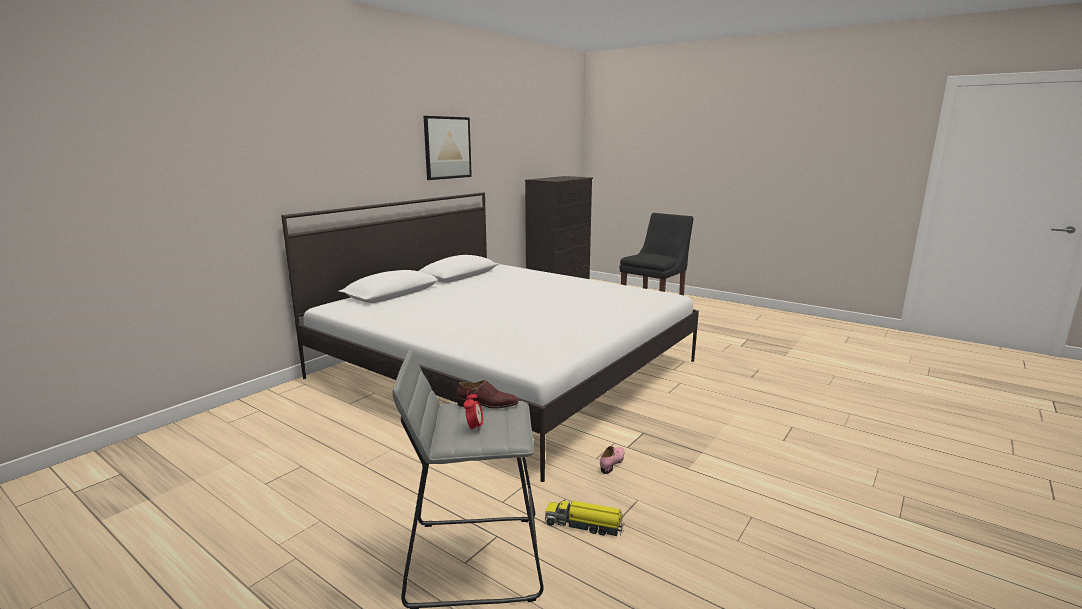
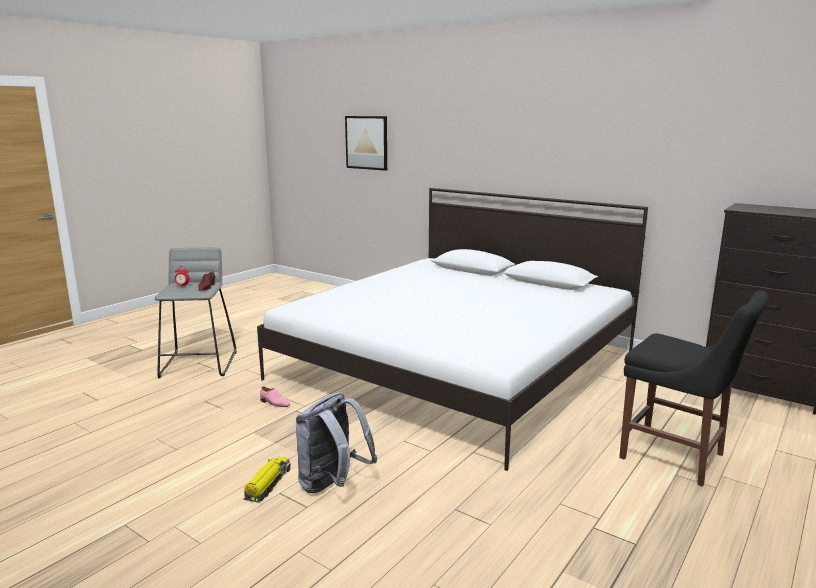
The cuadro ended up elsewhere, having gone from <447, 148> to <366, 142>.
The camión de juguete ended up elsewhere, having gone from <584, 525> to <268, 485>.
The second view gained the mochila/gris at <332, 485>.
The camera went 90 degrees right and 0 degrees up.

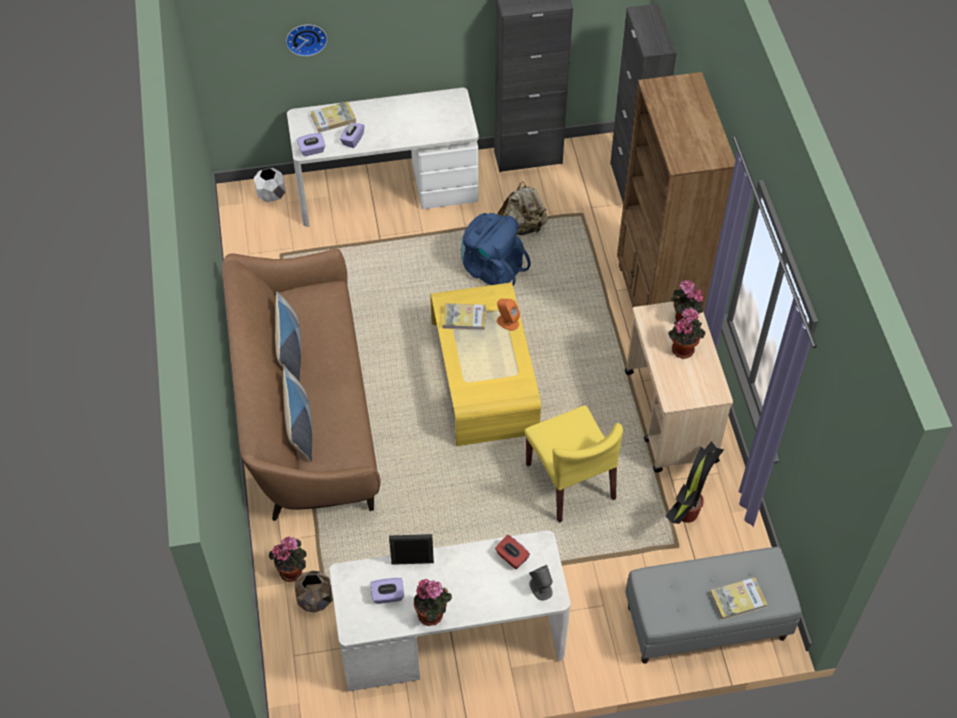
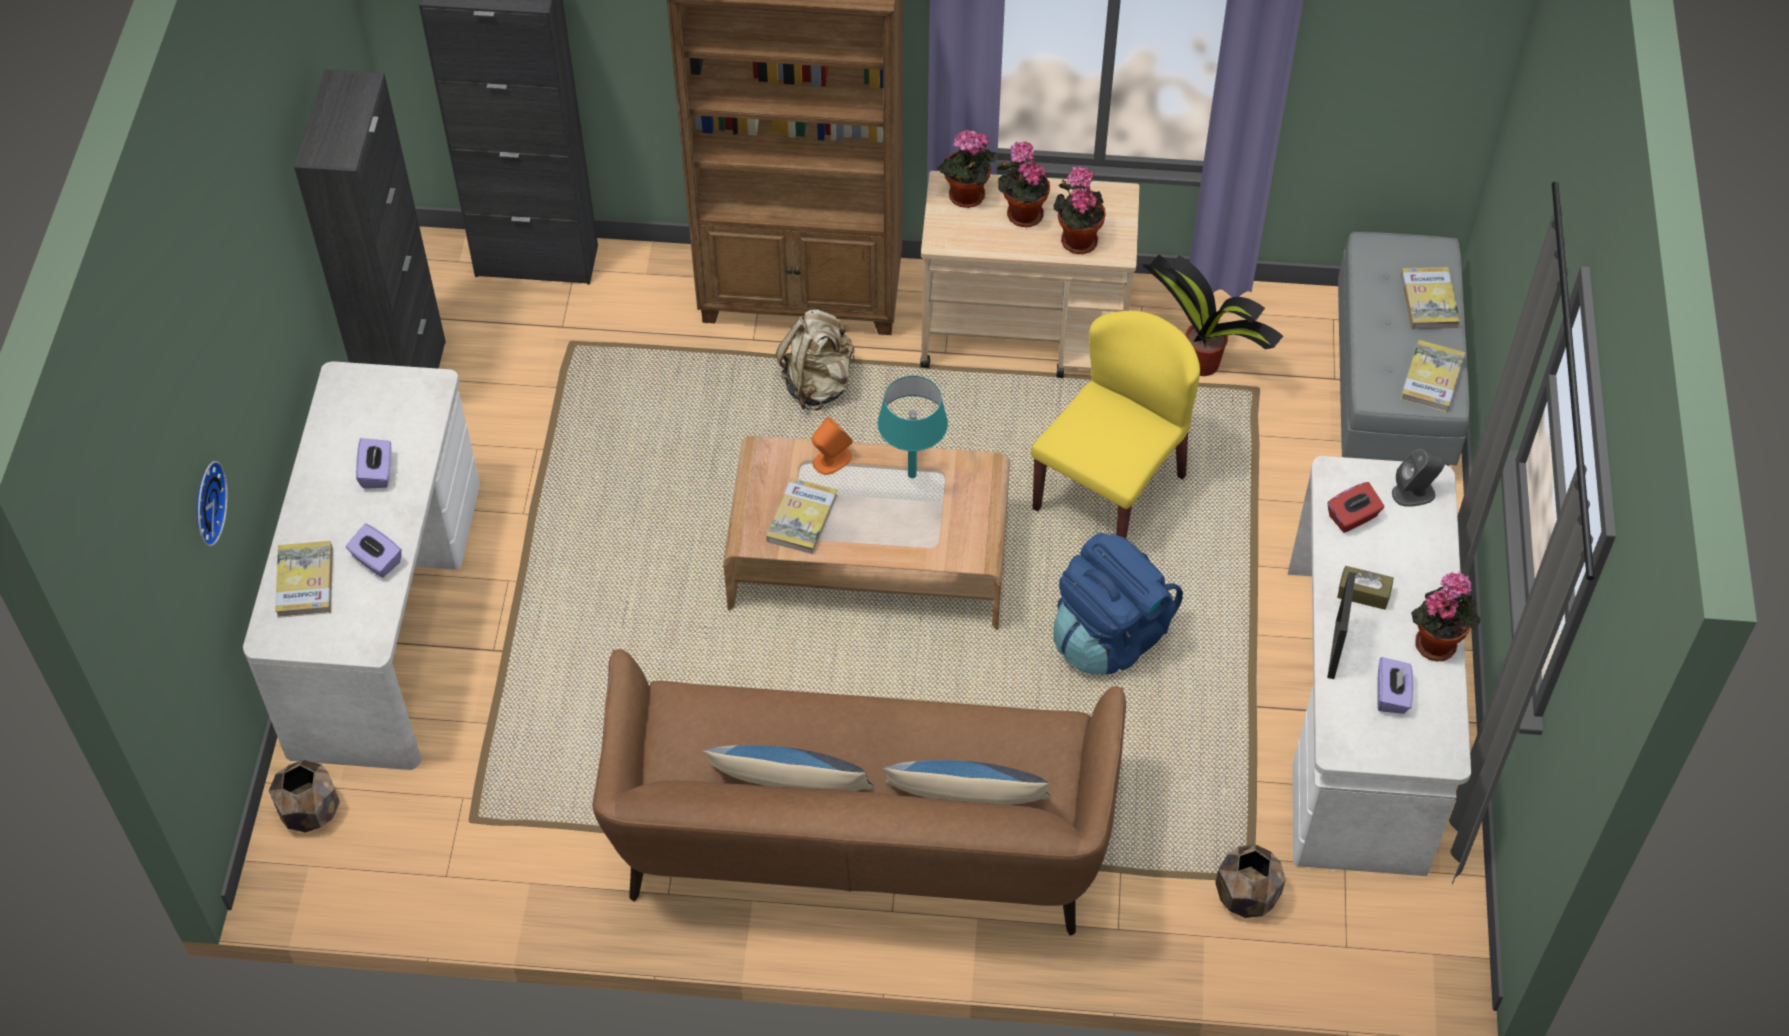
What was the maceta/blanco at <271, 195> turned into the maceta/marrón at <310, 811>.
The planta en maceta ended up elsewhere, having gone from <292, 570> to <1077, 239>.
The caja de pañuelos/morado ended up elsewhere, having gone from <312, 150> to <377, 473>.
What was the mesa de centro/amarillo at <484, 377> turned into the mesa de centro/marrón at <869, 560>.
The mochila/azul ended up elsewhere, having gone from <491, 268> to <1109, 637>.
The mochila/beis ended up elsewhere, having gone from <522, 226> to <818, 384>.
The silla/amarillo at <570, 482> ended up facing another way, 45 degrees counterclockwise from before.
The second view gained the lámpara de mesa/turquesa at <912, 474>.
The second view gained the caja de pañuelos/marrón at <1363, 593>.
The second view gained the libro at <1432, 379>.
The camera went 75 degrees left and 0 degrees up.

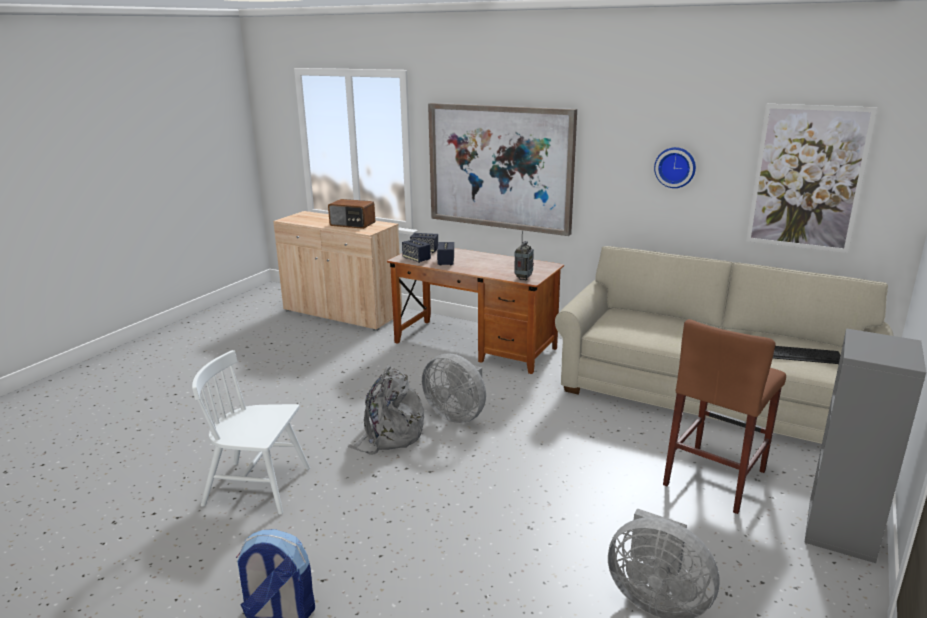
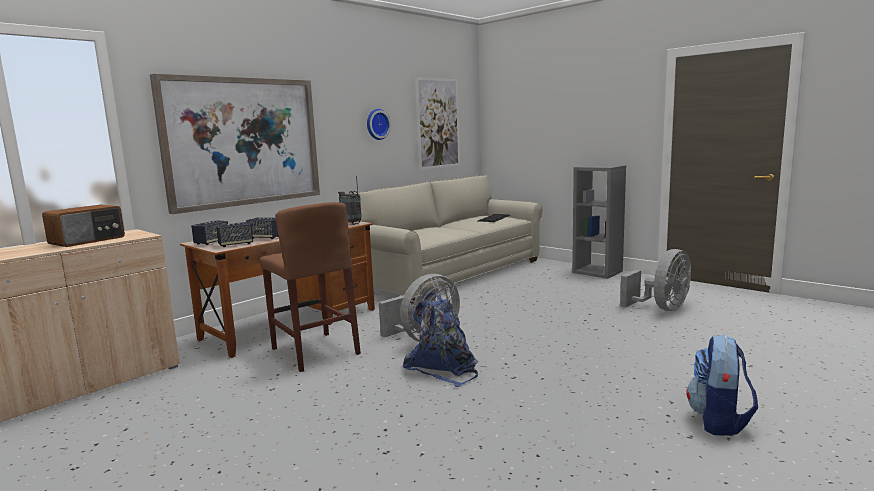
The second view lost the silla/blanco at <258, 487>.
What was the mochila/gris at <389, 435> turned into the mochila/azul at <444, 368>.
The taburete/marrón ended up elsewhere, having gone from <715, 478> to <315, 351>.
The camera went 75 degrees left and 10 degrees down.

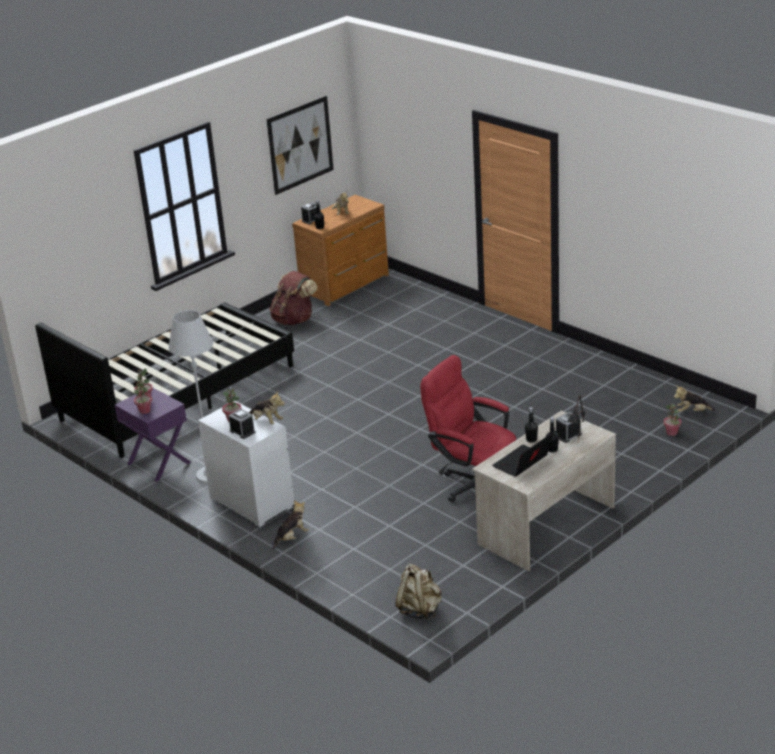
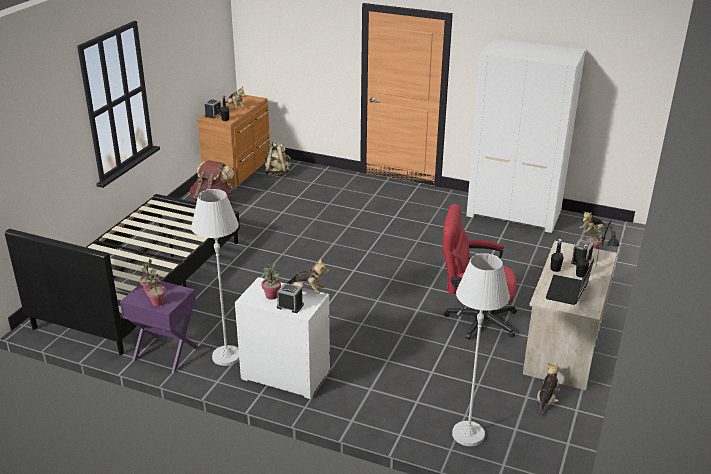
The second view lost the cuadro at <300, 145>.
The peluche ended up elsewhere, having gone from <292, 538> to <547, 400>.
The mochila/beis ended up elsewhere, having gone from <420, 609> to <277, 173>.
The second view gained the lámpara de pie/blanco at <468, 434>.
The second view gained the armario ropero/blanco at <515, 213>.
The camera went 25 degrees left and 0 degrees up.

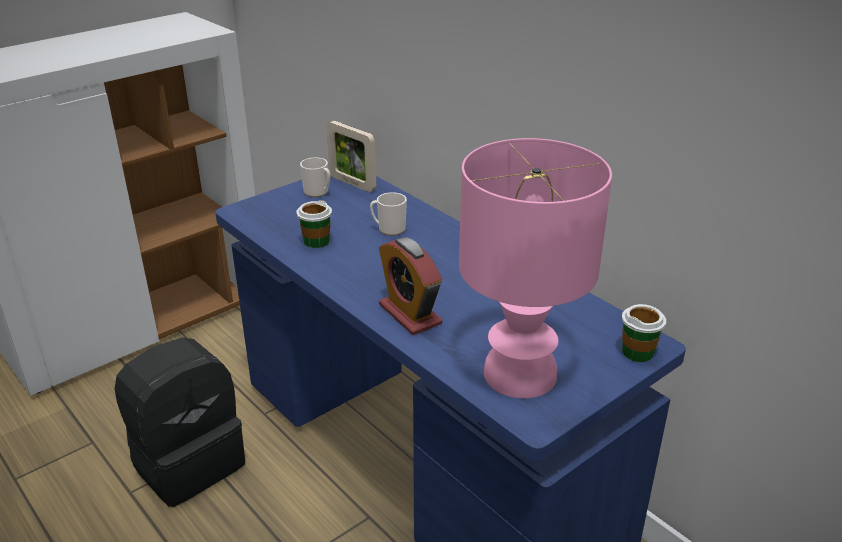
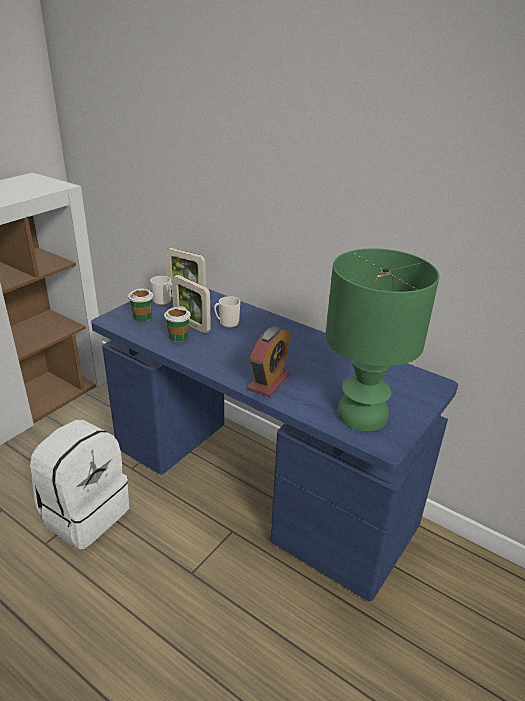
What was the mochila/negro at <188, 462> turned into the mochila/blanco at <85, 513>.
The despertador at <410, 314> ended up facing another way, 105 degrees counterclockwise from before.
What was the lámpara de mesa/rosa at <518, 373> turned into the lámpara de mesa/verde at <361, 414>.
The taza ended up elsewhere, having gone from <638, 352> to <142, 317>.
The second view gained the portarretratos at <191, 325>.
The camera went 15 degrees left and 0 degrees up.

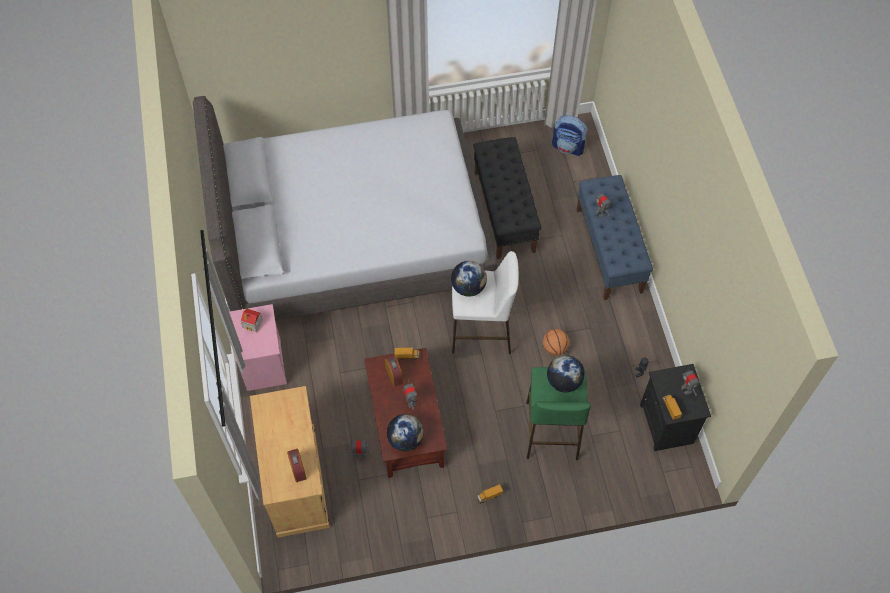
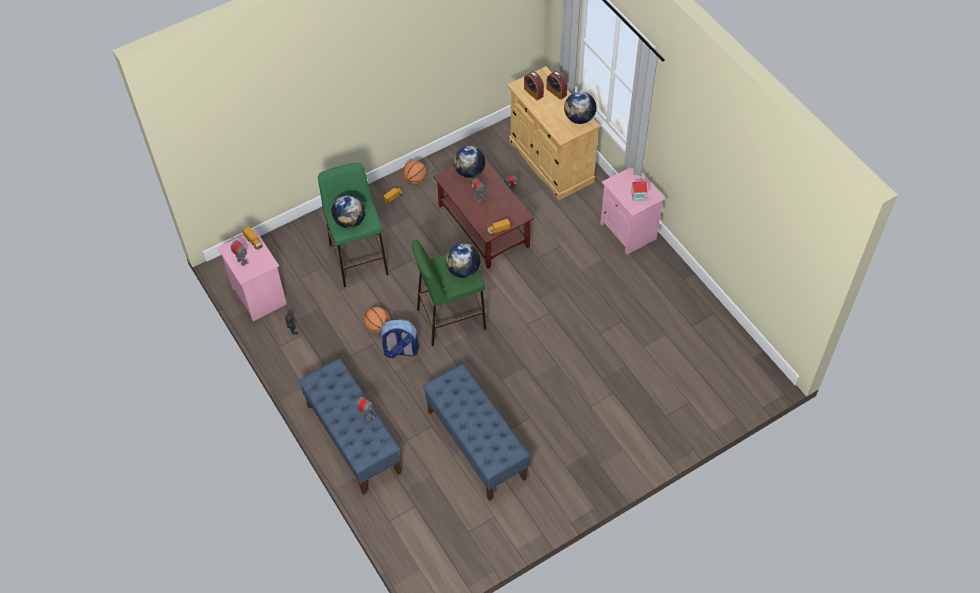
The second view lost the cama/gris at <353, 237>.
The despertador ended up elsewhere, having gone from <394, 375> to <556, 92>.
What was the taburete/blanco at <482, 332> turned into the taburete/verde at <450, 319>.
What was the banco/negro at <504, 211> turned into the banco/azul at <476, 445>.
The mochila ended up elsewhere, having gone from <568, 147> to <400, 350>.
What was the mesita de noche/negro at <667, 424> turned into the mesita de noche/rosa at <258, 296>.
The second view gained the balón de baloncesto at <415, 180>.
The second view gained the globo terráqueo at <579, 118>.
The camera went 160 degrees right and 5 degrees down.

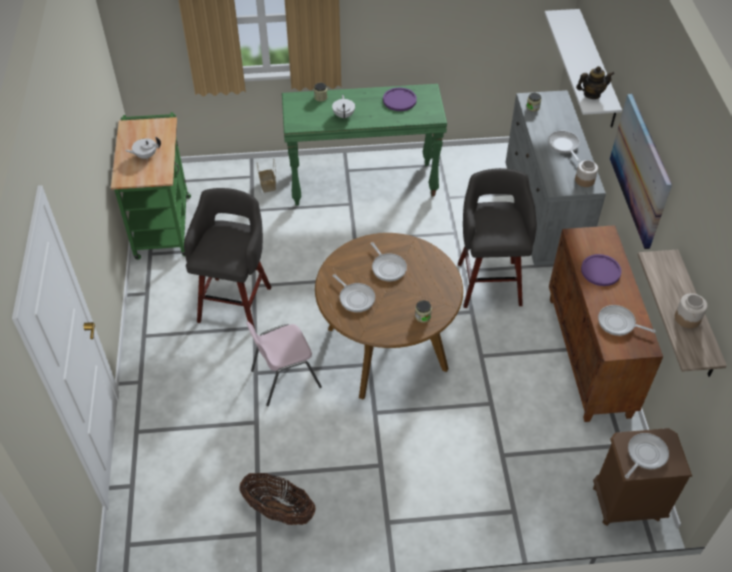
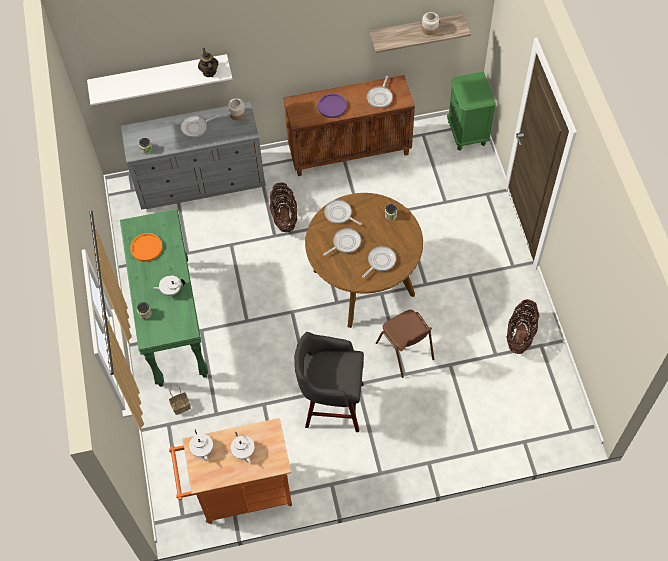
What was the carrito/verde at <163, 222> turned into the carrito/naranja at <239, 493>.
What was the silla/rosa at <284, 378> turned into the silla/marrón at <405, 351>.
What was the plato/morado at <399, 100> turned into the plato/naranja at <146, 247>.
Where the taburete/gris stood at <489, 282>, the cesta came to stand at <284, 217>.
What was the mesita de noche/marrón at <626, 504> turned into the mesita de noche/verde at <467, 133>.
The second view lost the cuadro at <641, 170>.
The sartén ended up elsewhere, having gone from <645, 455> to <339, 214>.
The second view gained the tetera/blanco at <202, 450>.
The camera went 95 degrees left and 10 degrees up.

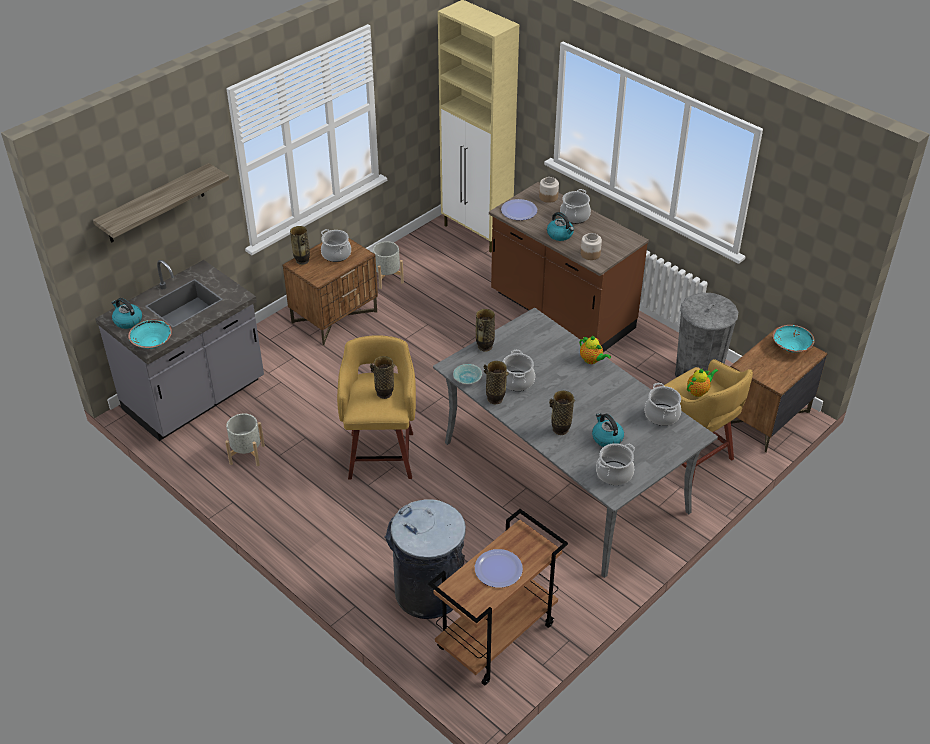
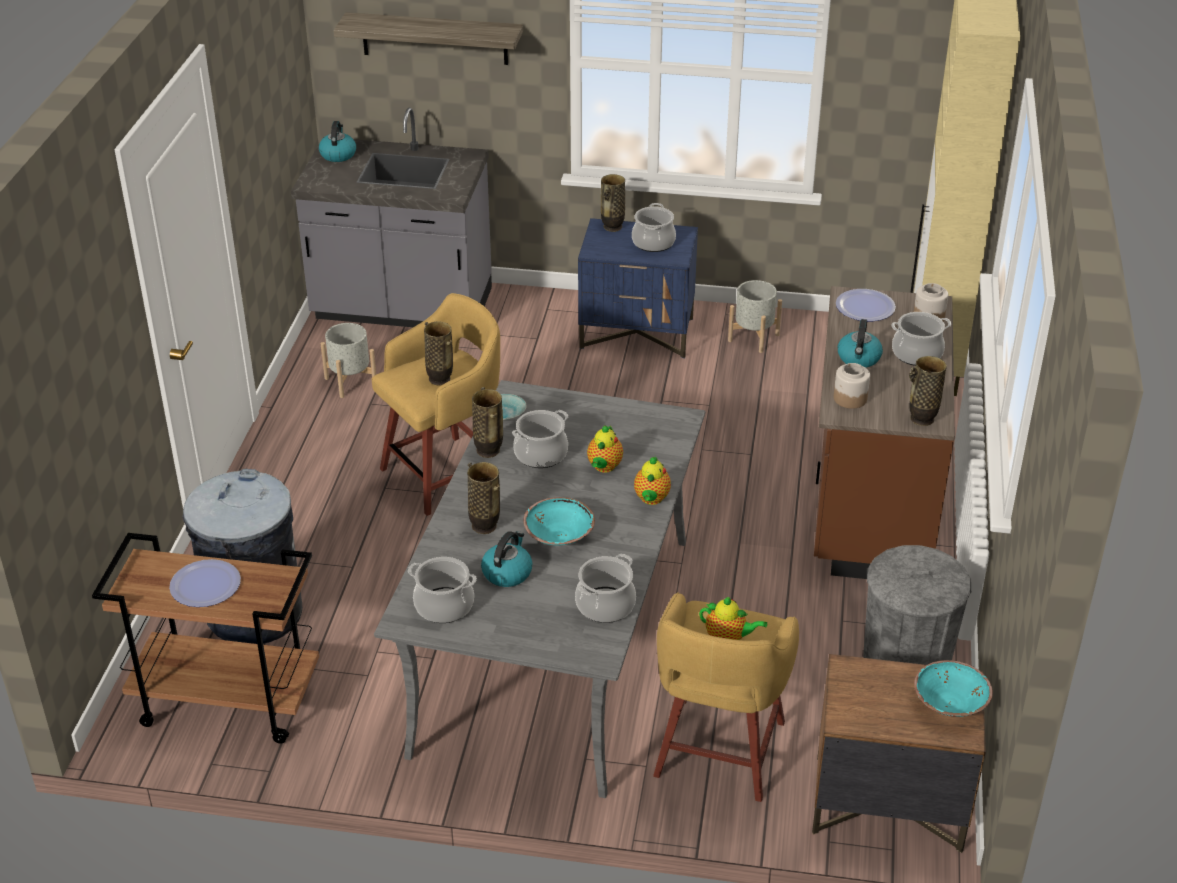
The cuenco/turquesa ended up elsewhere, having gone from <152, 343> to <559, 536>.
What was the mesita de noche/marrón at <335, 317> turned into the mesita de noche/azul at <637, 333>.
The florero ended up elsewhere, having gone from <484, 346> to <922, 419>.
The second view gained the tetera at <604, 467>.
The camera went 55 degrees right and 5 degrees down.

